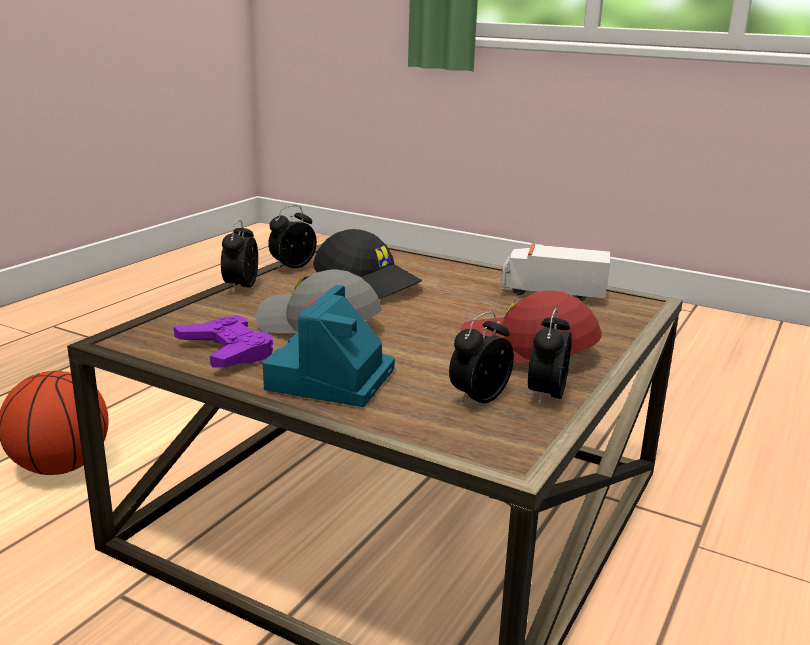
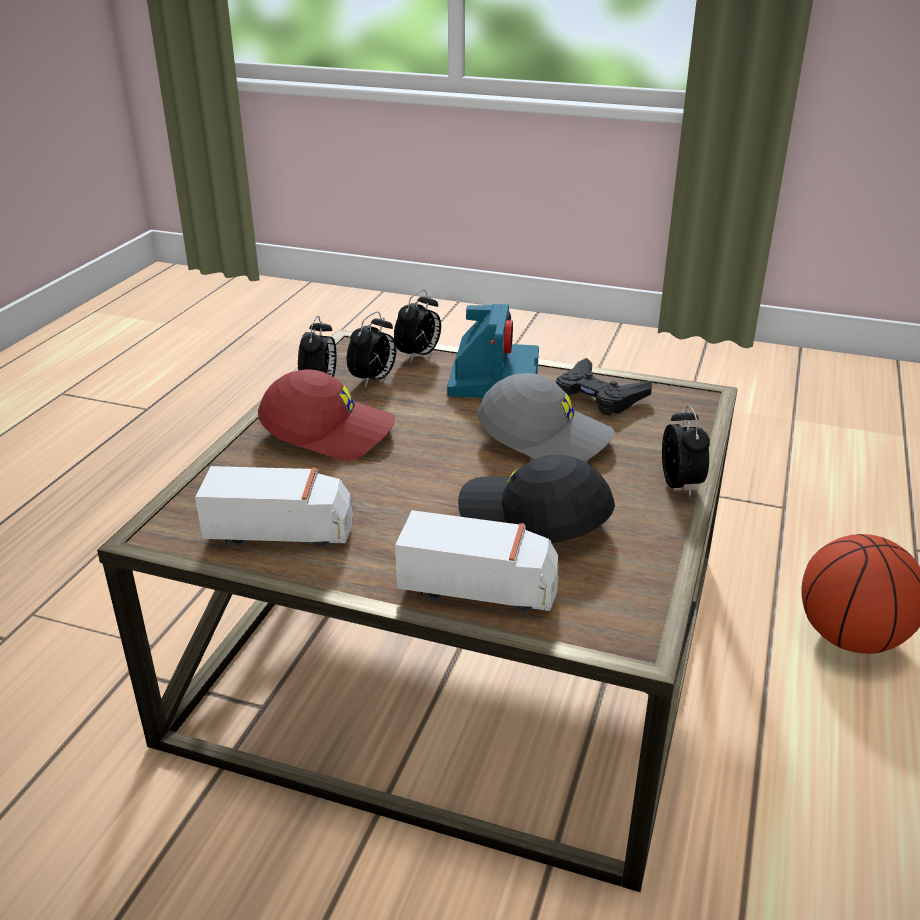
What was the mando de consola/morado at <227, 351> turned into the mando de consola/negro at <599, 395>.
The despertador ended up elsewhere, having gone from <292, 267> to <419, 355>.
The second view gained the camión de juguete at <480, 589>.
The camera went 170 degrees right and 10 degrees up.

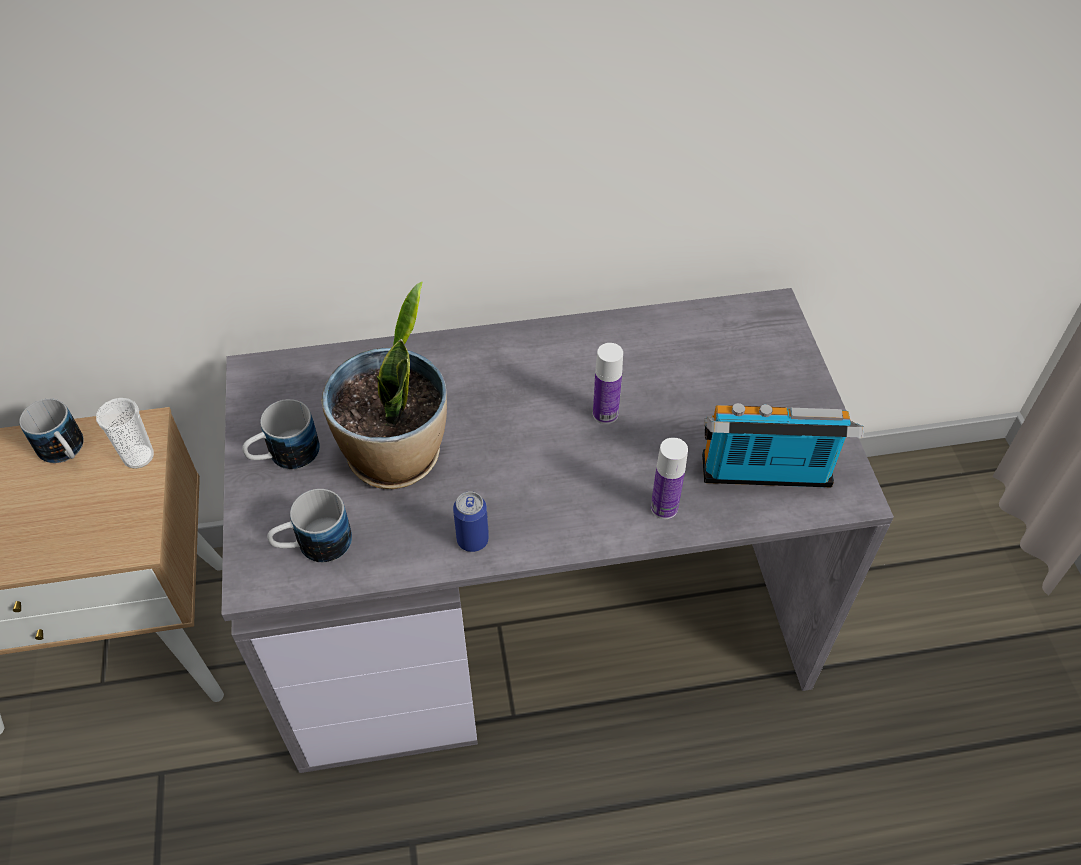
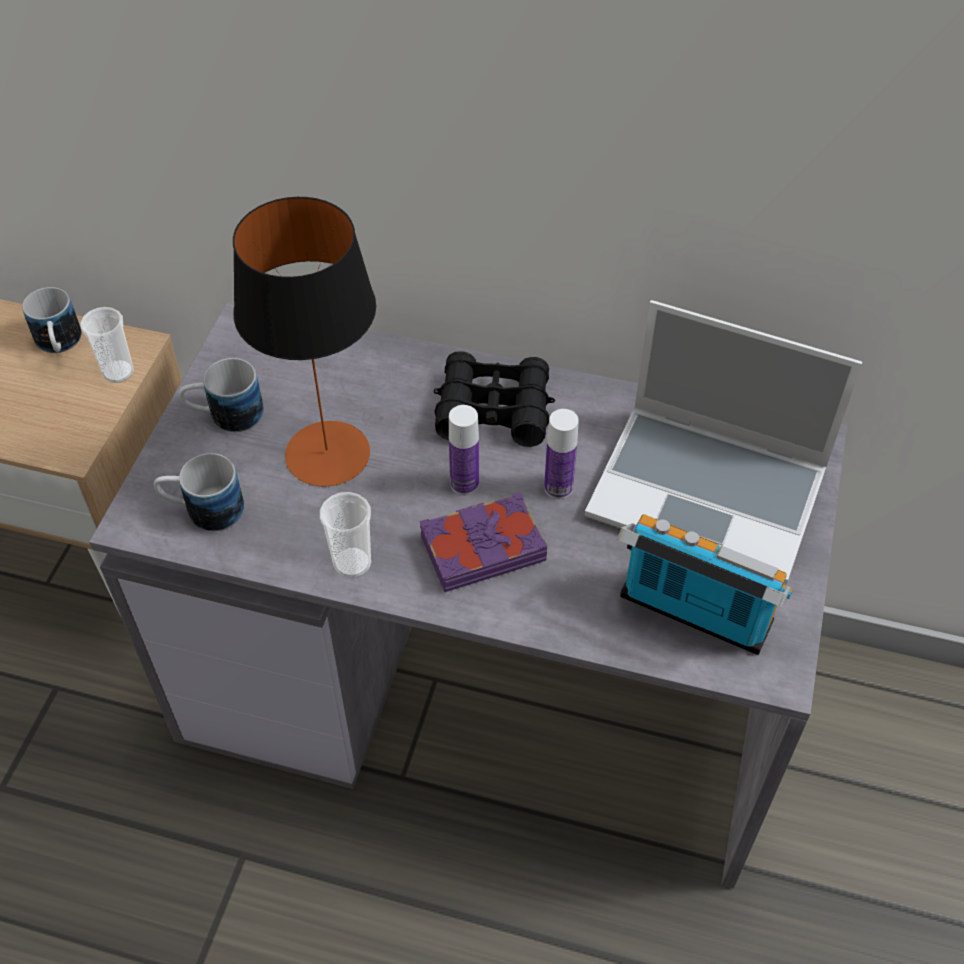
Where the planta en maceta stood at <396, 457>, the lámpara de mesa came to stand at <327, 454>.
Where the lata stood at <472, 540>, the taza came to stand at <352, 563>.
The botella ended up elsewhere, having gone from <664, 508> to <464, 483>.
The second view gained the libro/morado at <482, 547>.
The second view gained the prismáticos/negro at <493, 409>.
The second view gained the portátil at <710, 493>.
The camera went 25 degrees right and 0 degrees up.

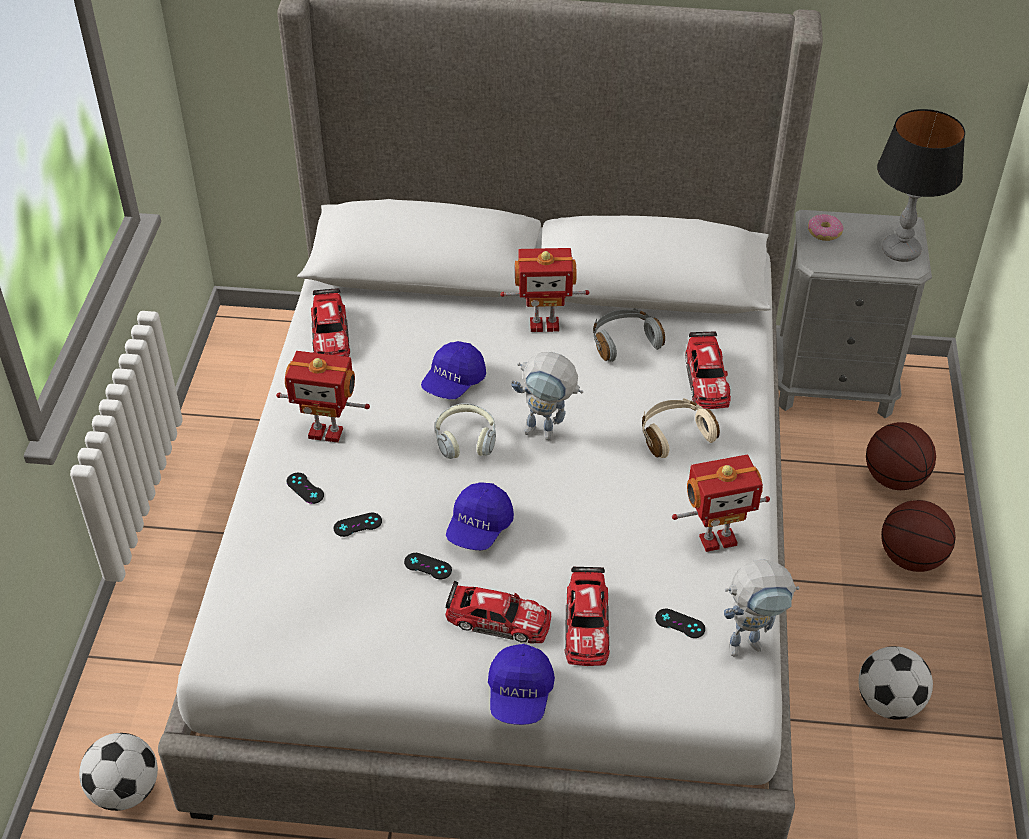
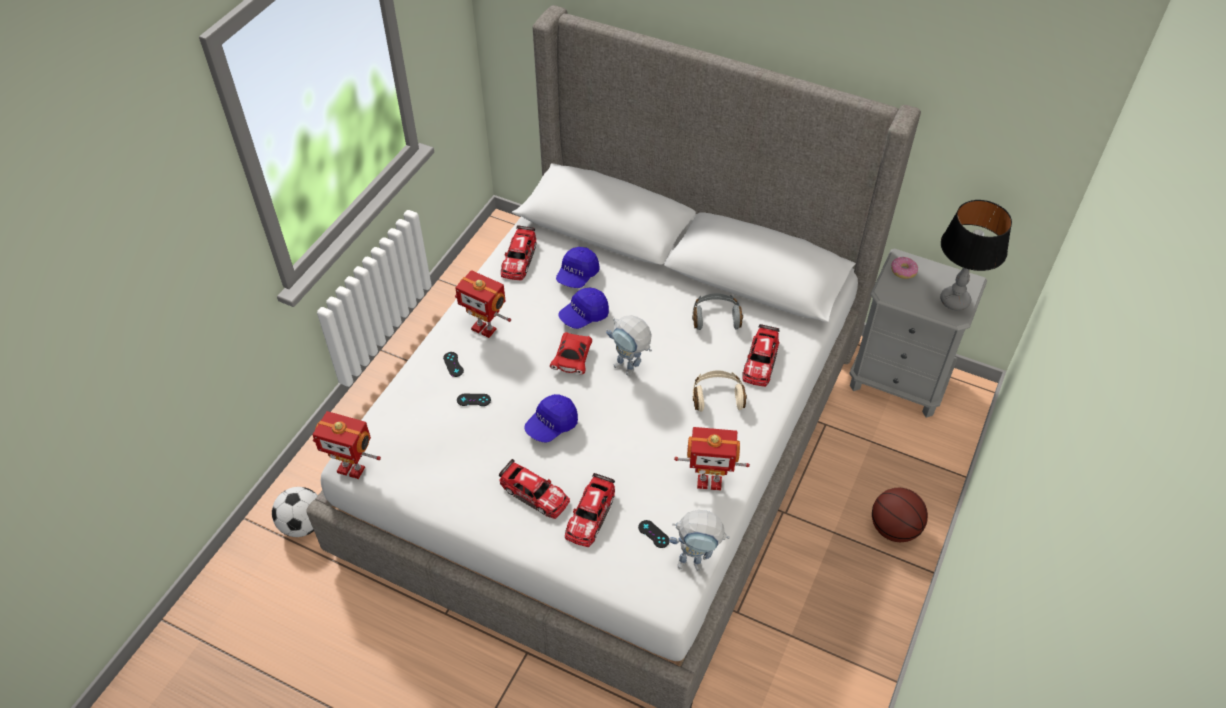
The second view lost the mando de consola/negro at <428, 566>.
Where the auriculares stood at <465, 439>, the coche de juguete/rojo came to stand at <572, 359>.
The gorra/azul ended up elsewhere, having gone from <520, 695> to <577, 275>.
The robot de juguete ended up elsewhere, having gone from <544, 324> to <352, 468>.
The second view lost the balón de fútbol at <888, 703>.
The second view lost the balón de baloncesto at <894, 479>.
The camera went 20 degrees right and 5 degrees up.

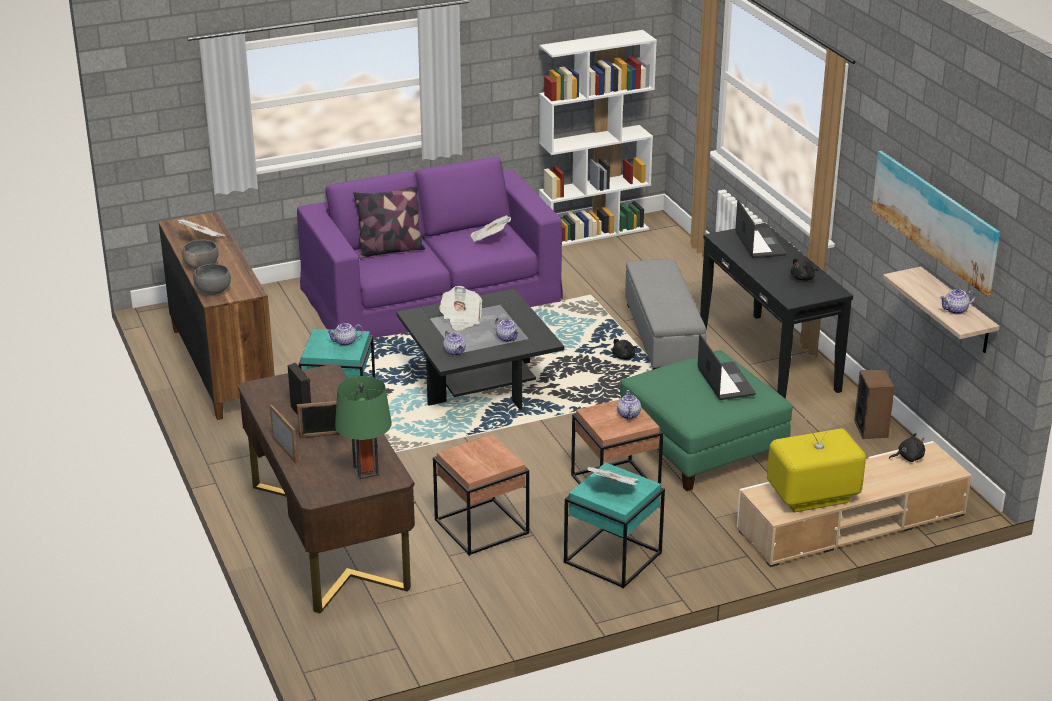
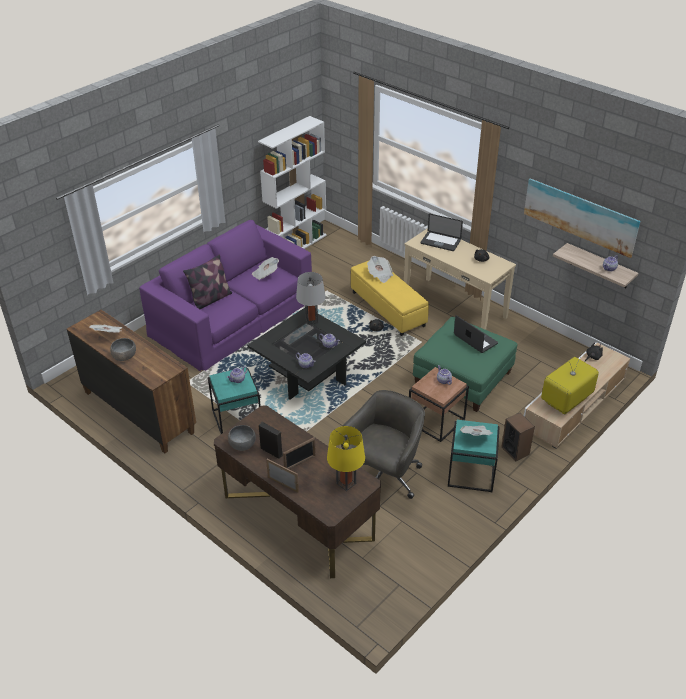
The cuenco/gris ended up elsewhere, having gone from <213, 290> to <242, 445>.
What was the lámpara de mesa/verde at <366, 471> turned into the lámpara de mesa/amarillo at <346, 483>.
Where the mesa auxiliar/marrón stood at <482, 527>, the silla de oficina/gris came to stand at <384, 477>.
The periódico ended up elsewhere, having gone from <461, 319> to <380, 275>.
What was the puf/gris at <664, 337> turned into the puf/amarillo at <388, 308>.
What was the mesa consola/negro at <769, 358> turned into the mesa consola/beis at <454, 306>.
The portátil at <760, 244> ended up facing another way, 150 degrees clockwise from before.
The altavoz ended up elsewhere, having gone from <871, 429> to <515, 450>.
The second view gained the lámpara de mesa/gris at <311, 320>.
The camera went 25 degrees left and 10 degrees up.

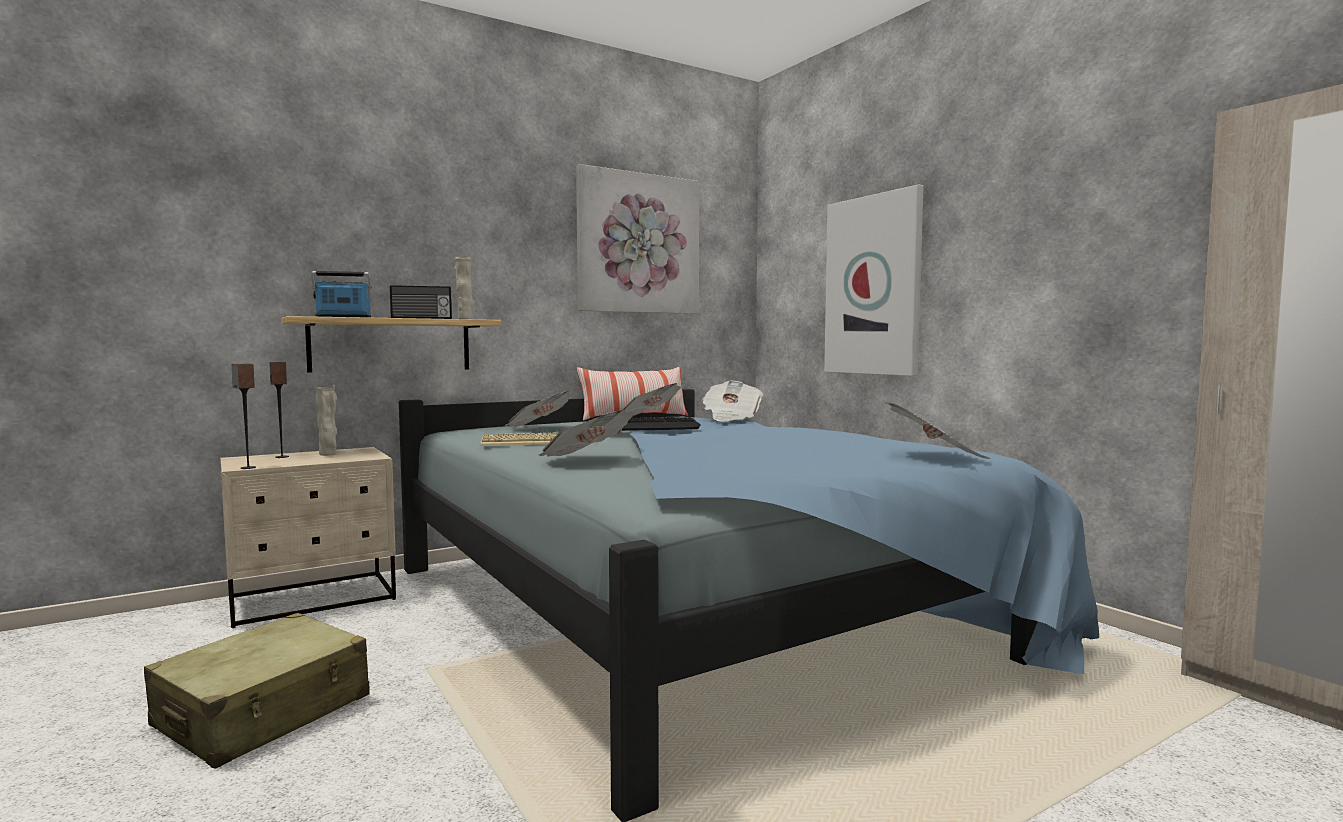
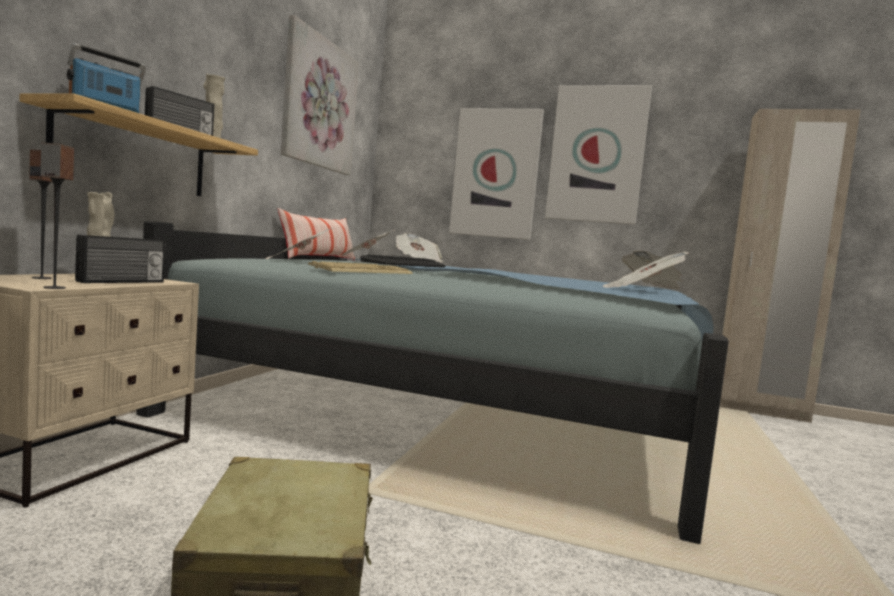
The periódico ended up elsewhere, having gone from <585, 460> to <642, 291>.
The second view gained the radio at <122, 282>.
The second view gained the cuadro at <597, 155>.
The camera went 40 degrees left and 0 degrees up.

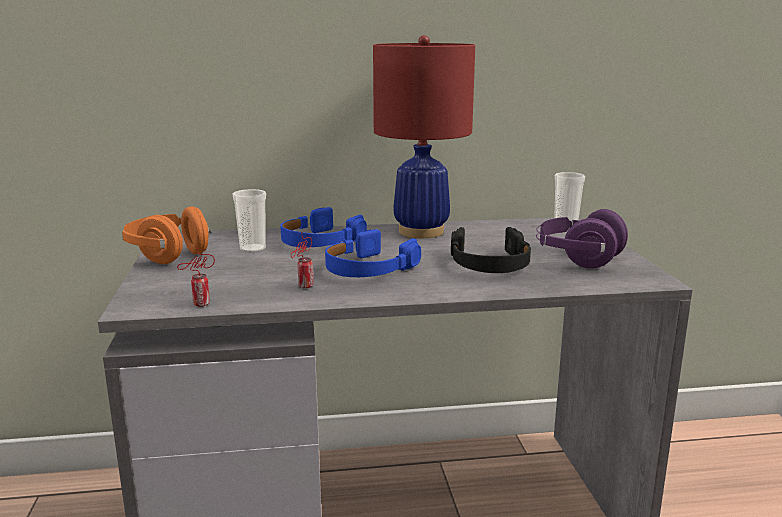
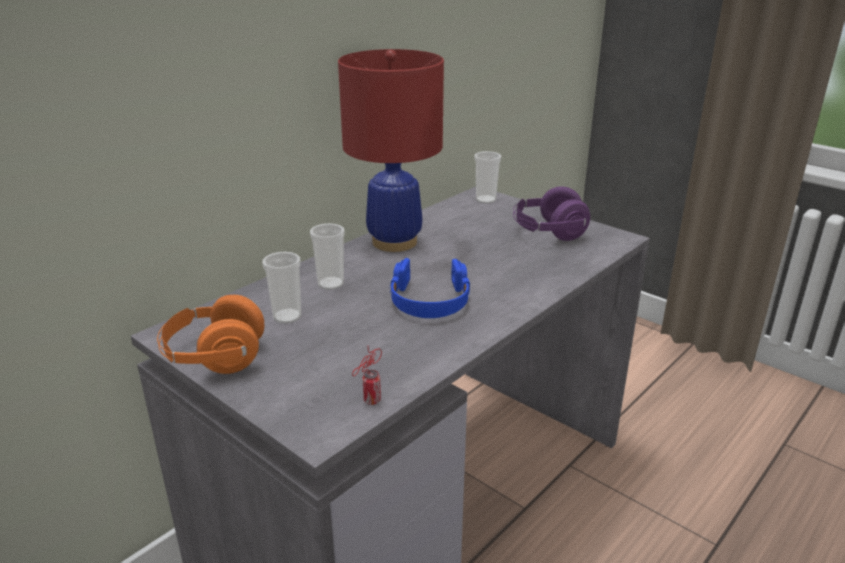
Where the auriculares/azul stood at <319, 241>, the taza came to stand at <330, 284>.
The second view lost the lata at <304, 287>.
The second view lost the auriculares/negro at <490, 264>.
The camera went 40 degrees left and 10 degrees up.

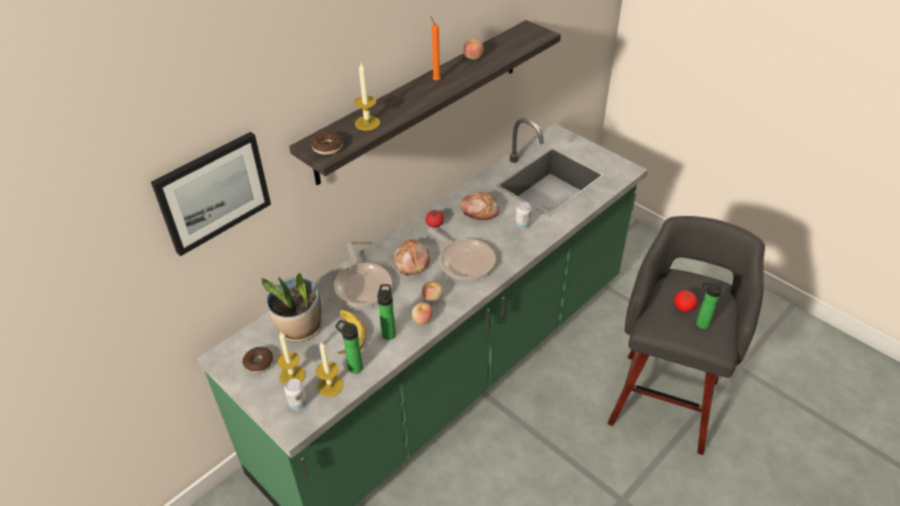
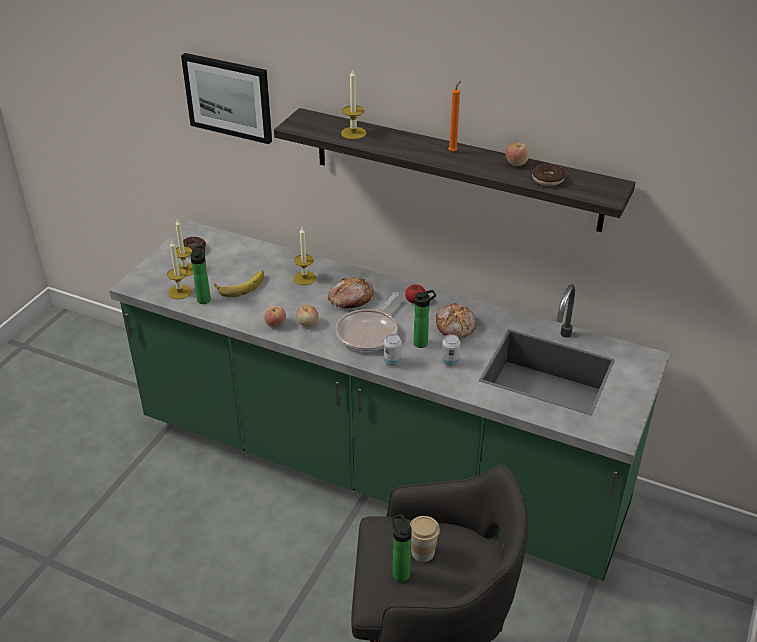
The second view lost the planta en maceta at <300, 328>.
The lata ended up elsewhere, having gone from <298, 403> to <392, 362>.
The rosquilla ended up elsewhere, having gone from <327, 147> to <548, 179>.
Where the sartén stood at <362, 286>, the vela came to stand at <305, 278>.
The botella ended up elsewhere, having gone from <389, 332> to <423, 343>.
Where the tomate stood at <683, 307>, the taza came to stand at <422, 552>.
The camera went 70 degrees right and 5 degrees down.

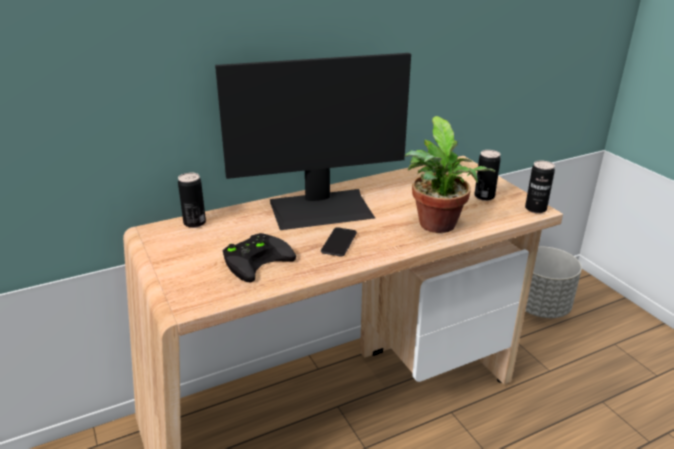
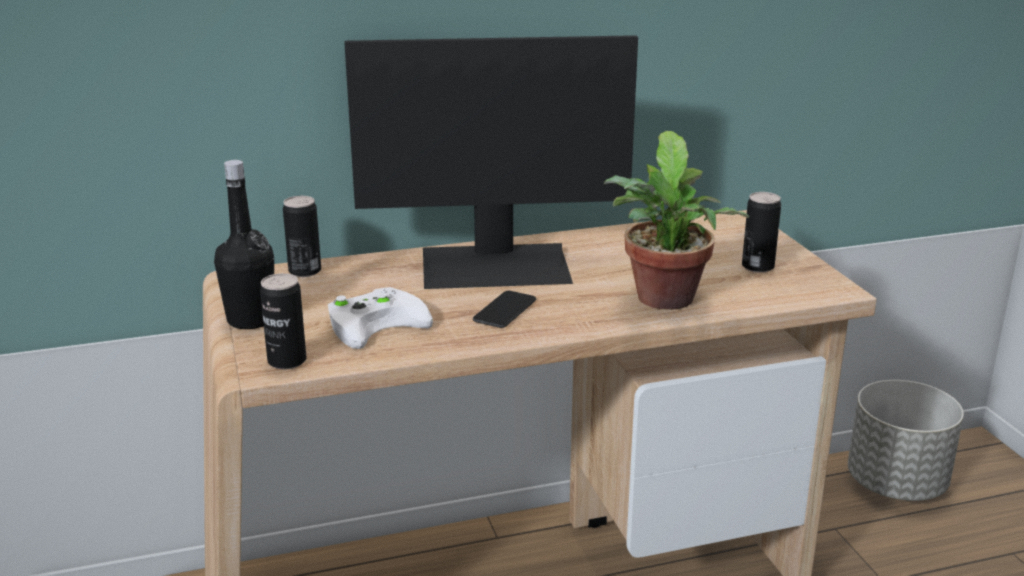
What was the mando de consola/negro at <257, 259> turned into the mando de consola/blanco at <377, 322>.
The lata ended up elsewhere, having gone from <535, 209> to <287, 361>.
The second view gained the botella/negro at <251, 320>.
The camera went 10 degrees right and 5 degrees down.

